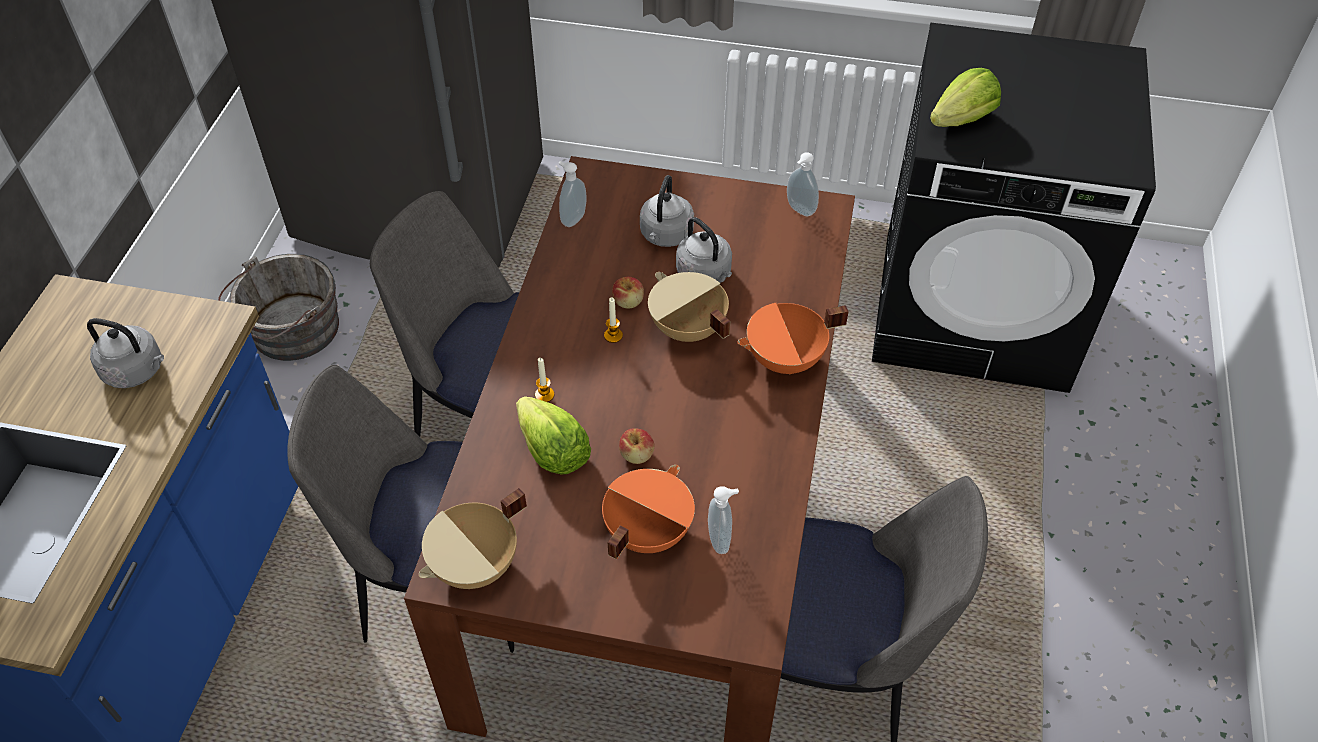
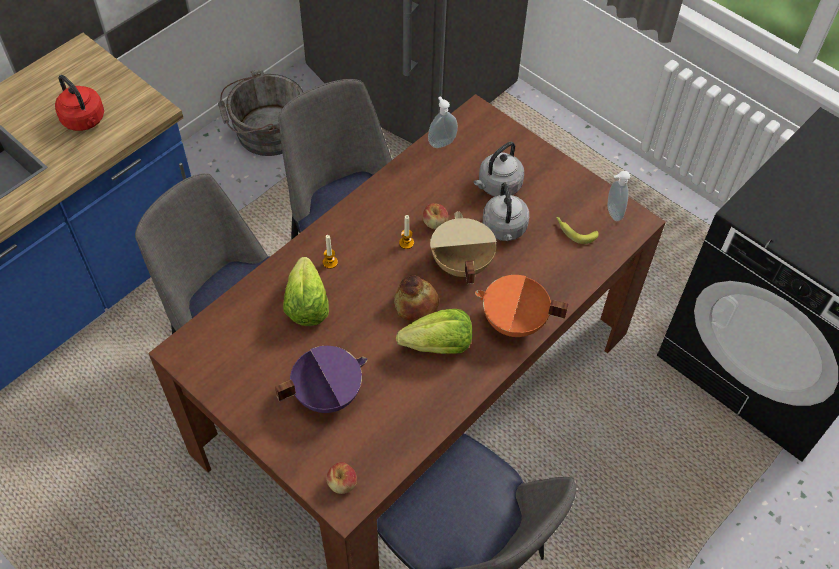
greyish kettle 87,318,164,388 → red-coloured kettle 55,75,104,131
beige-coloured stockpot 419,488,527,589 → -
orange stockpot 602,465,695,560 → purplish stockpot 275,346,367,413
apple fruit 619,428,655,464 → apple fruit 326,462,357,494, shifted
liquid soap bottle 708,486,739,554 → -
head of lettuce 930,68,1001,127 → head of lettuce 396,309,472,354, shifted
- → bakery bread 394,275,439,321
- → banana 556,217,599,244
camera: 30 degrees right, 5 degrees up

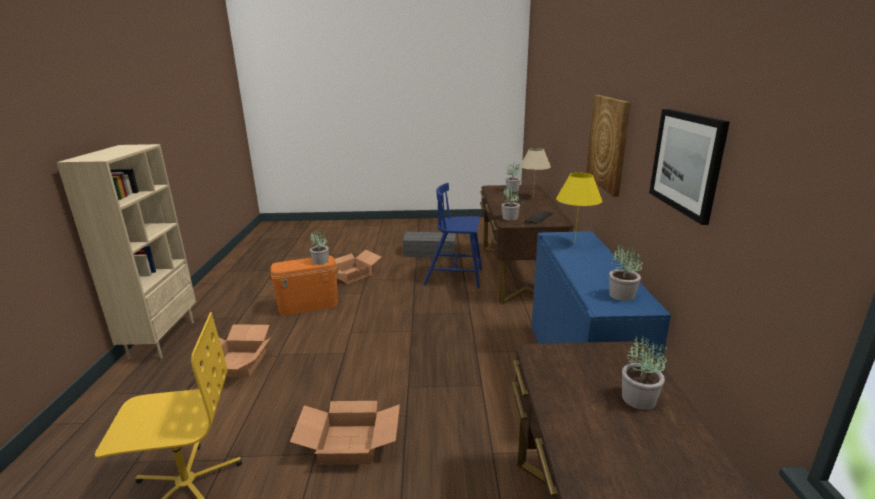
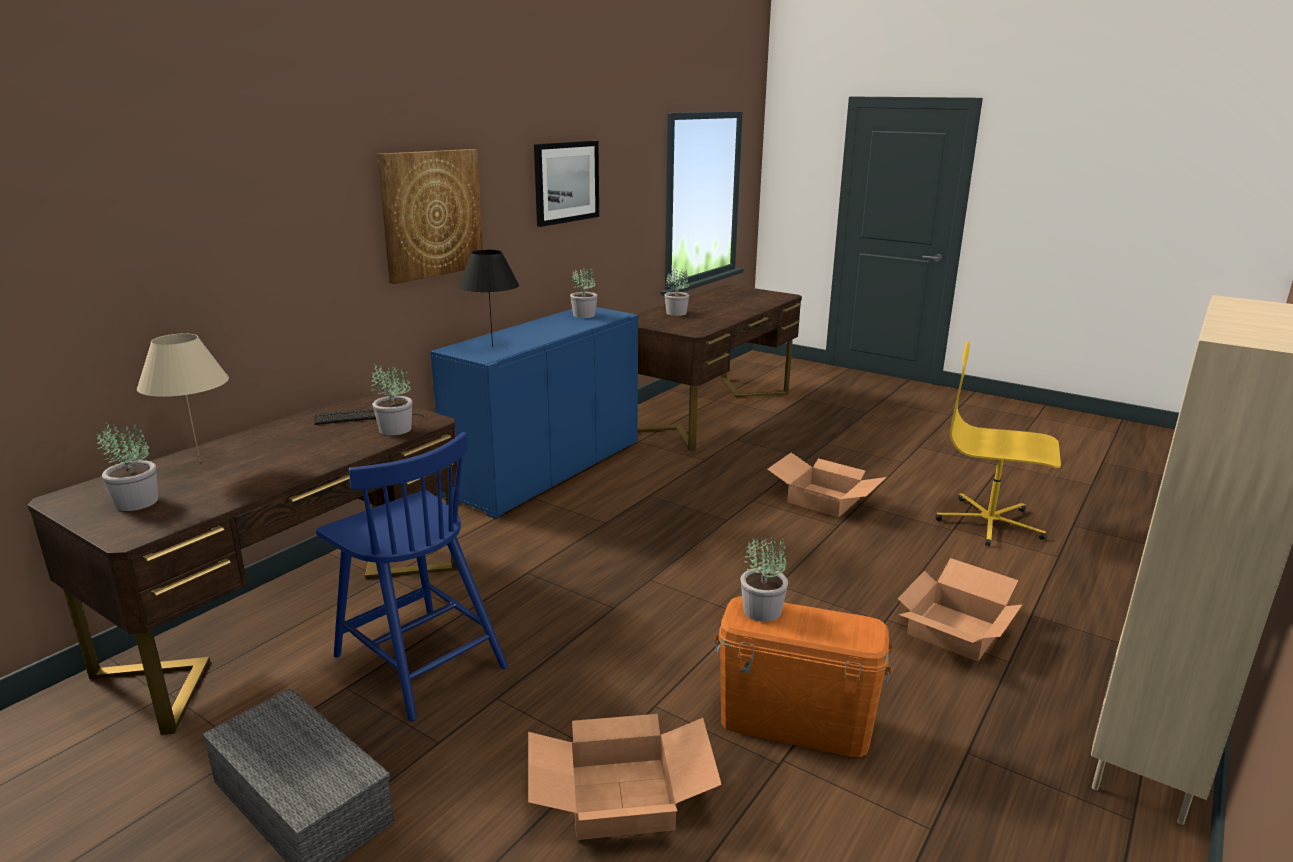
yellowish lamp for a table 556,173,602,239 → black lamp for a table 458,250,519,347
camera: 145 degrees left, 0 degrees up

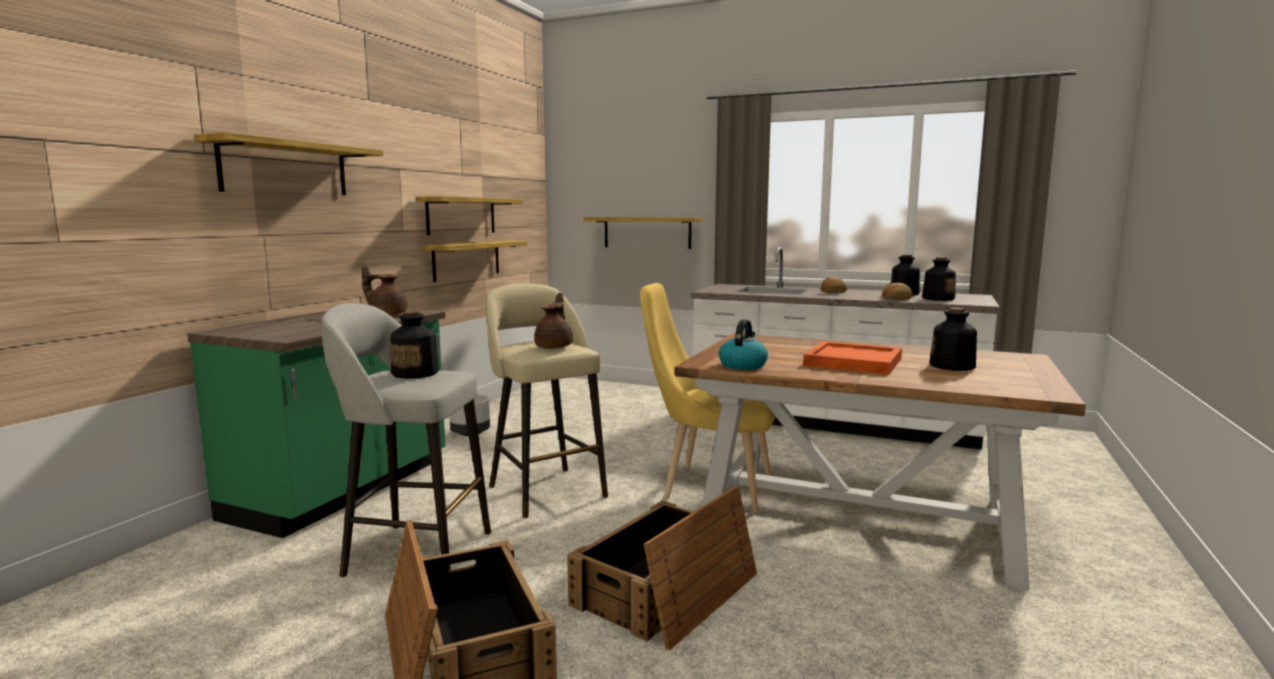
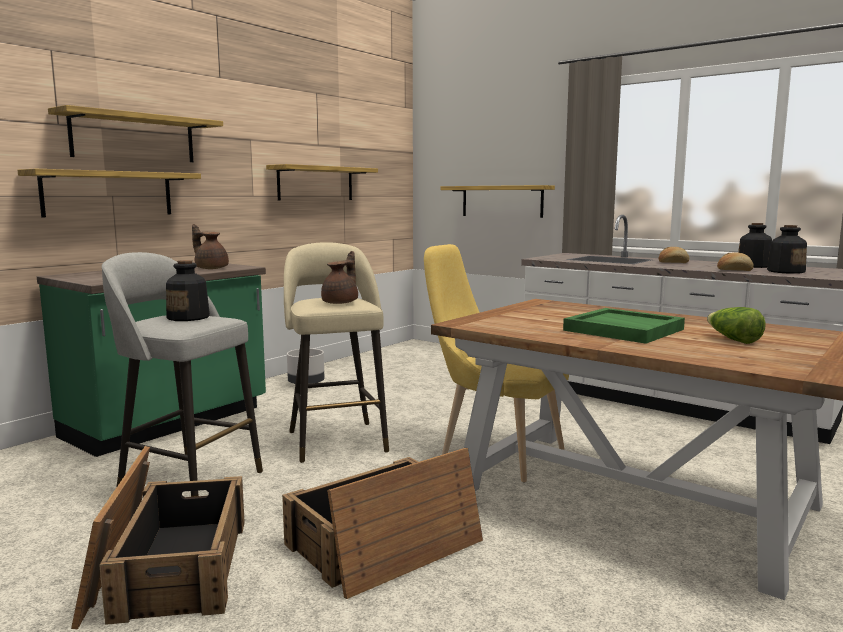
wall shelf 422,241,527,282 → wall shelf 18,169,201,217, shifted
kettle 719,319,768,370 → -
orange serving tray 803,341,902,375 → green-coloured serving tray 563,308,685,344
beverage bottle 929,308,977,371 → head of lettuce 707,307,766,344
camera: 15 degrees right, 0 degrees up

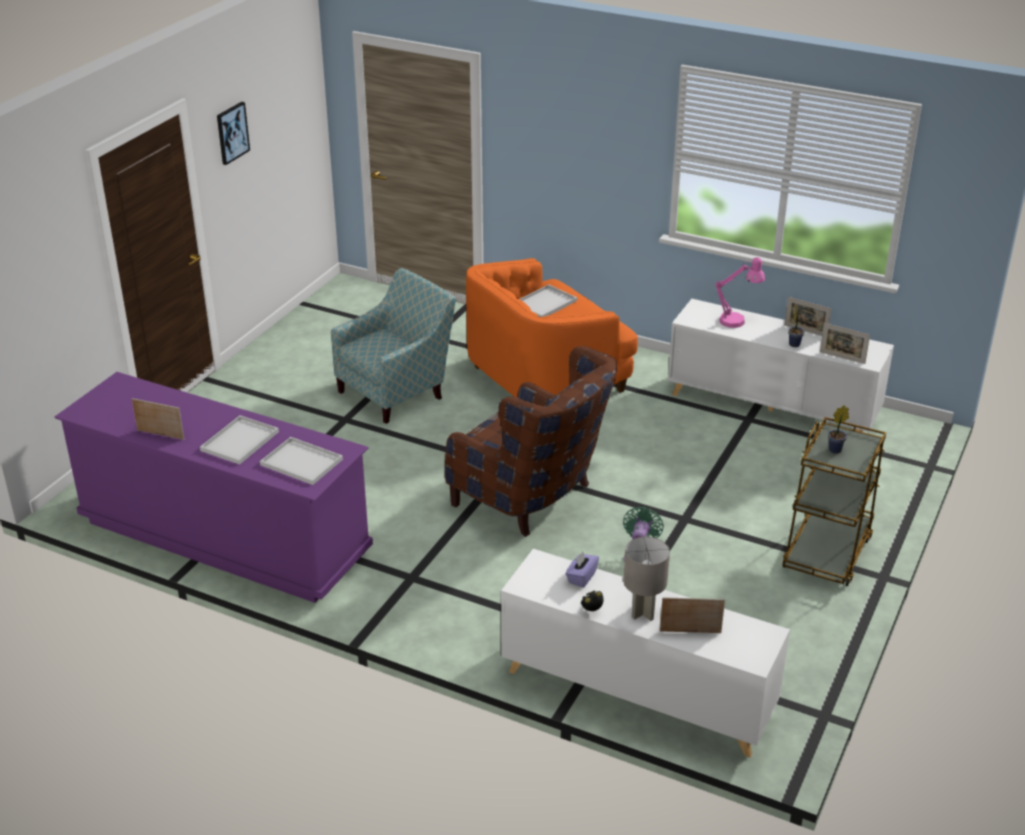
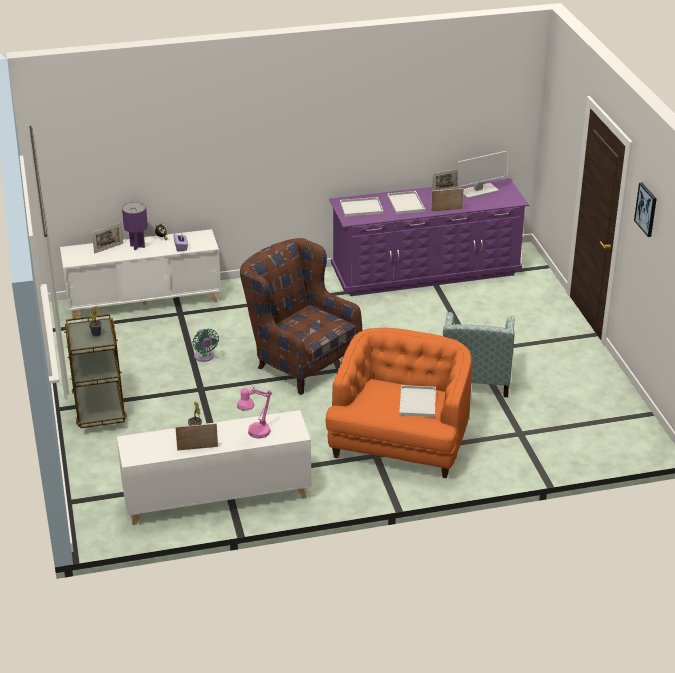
brown-coloured easy chair 445,346,617,537 → brown-coloured easy chair 240,238,362,395, 45 degrees clockwise
greyish lamp for a table 623,537,670,621 → purplish lamp for a table 122,202,148,250
photo frame 820,323,870,364 → photo frame 431,188,464,212, shifted
- → computer screen 457,151,507,199
camera: 140 degrees right, 0 degrees up

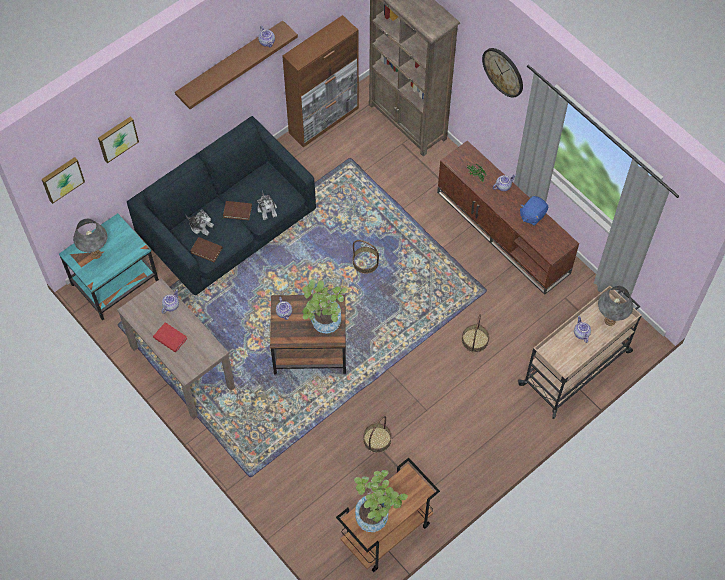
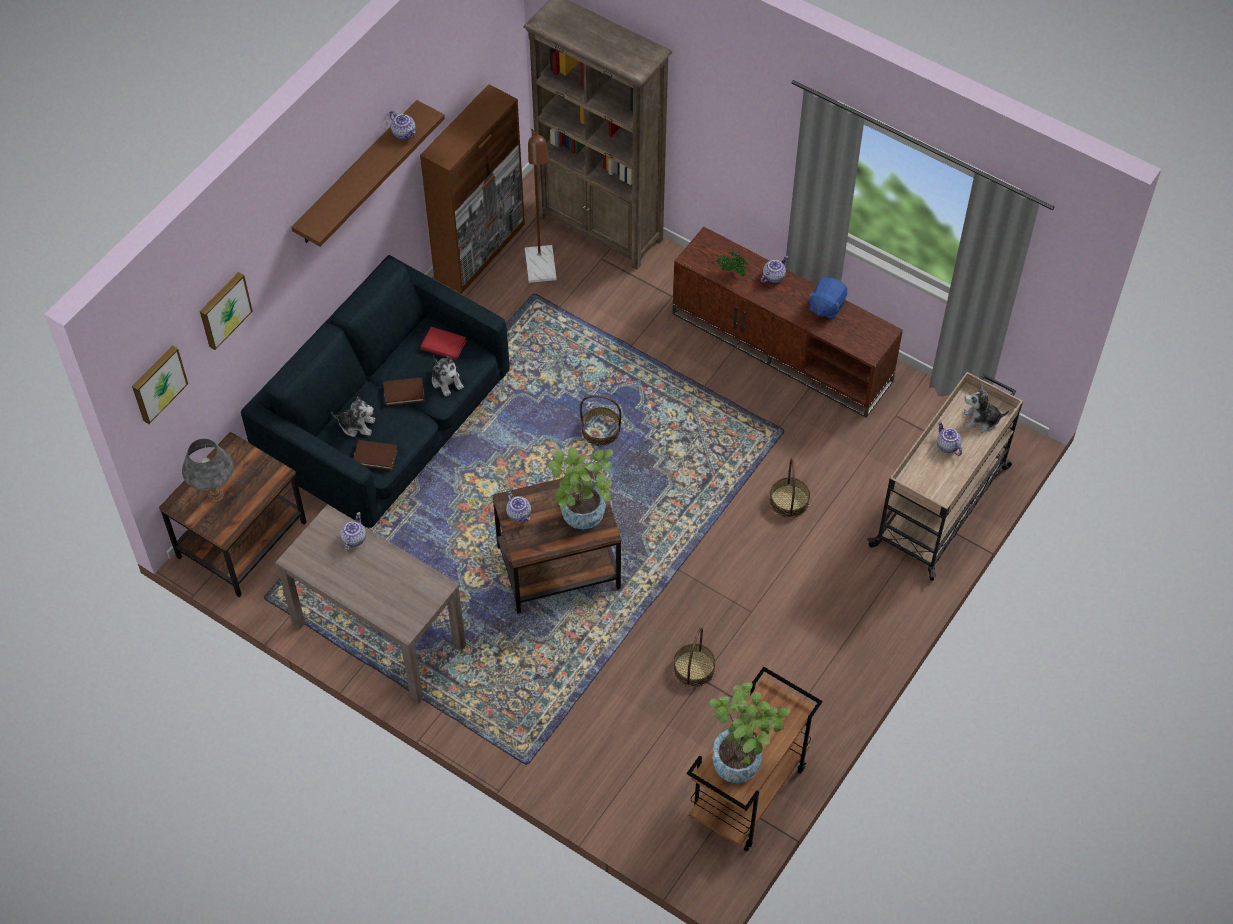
turquoise-coloured accent table 59,213,159,321 → brown-coloured accent table 159,432,306,597
red-coloured volume 153,322,187,353 → red-coloured volume 421,327,467,360, shifted
wall clock 482,48,523,98 → -
greyish lamp for a table 598,286,633,326 → cuddly toy 964,384,1009,432
- → brown-coloured standing lamp 525,127,557,283
camera: 15 degrees left, 5 degrees down

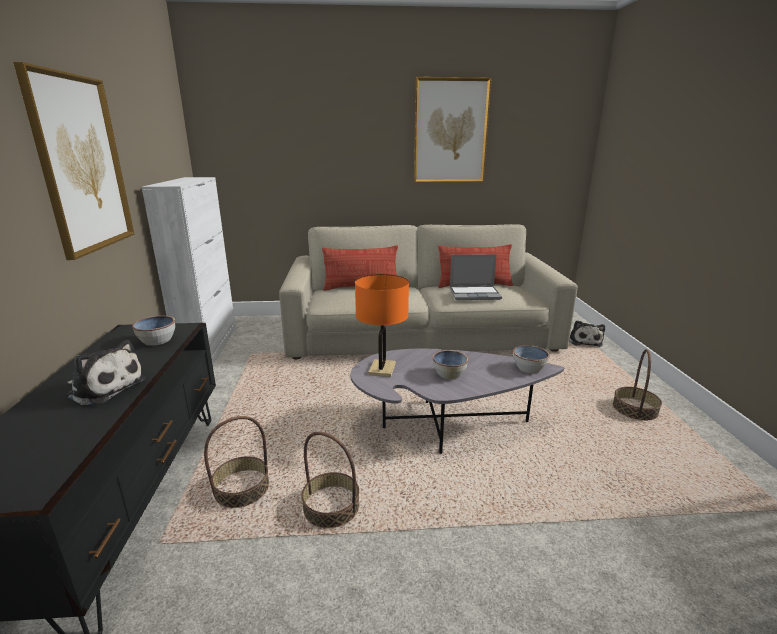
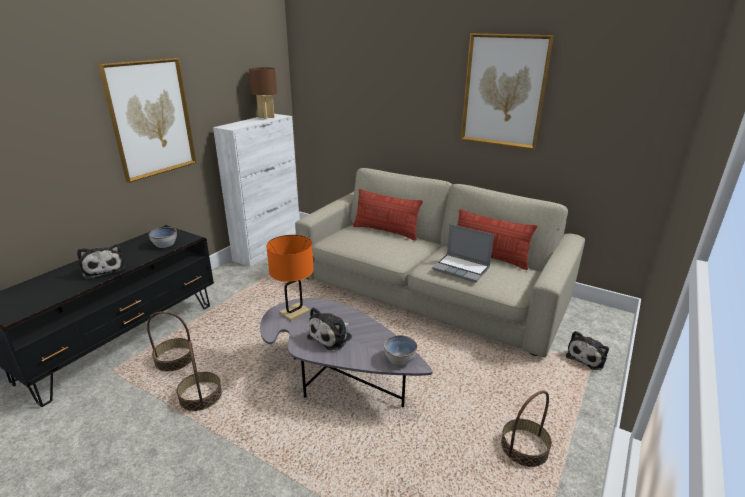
bowl 433,350,468,379 → cuddly toy 307,307,352,351
- → brown-coloured lamp for a table 249,67,277,119
camera: 35 degrees right, 5 degrees up

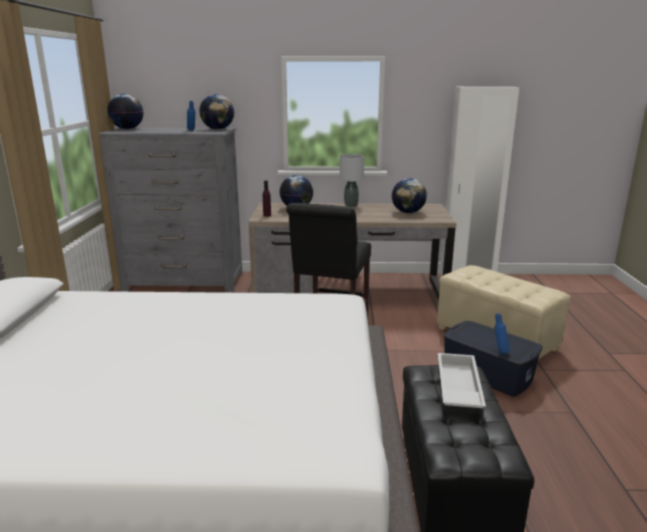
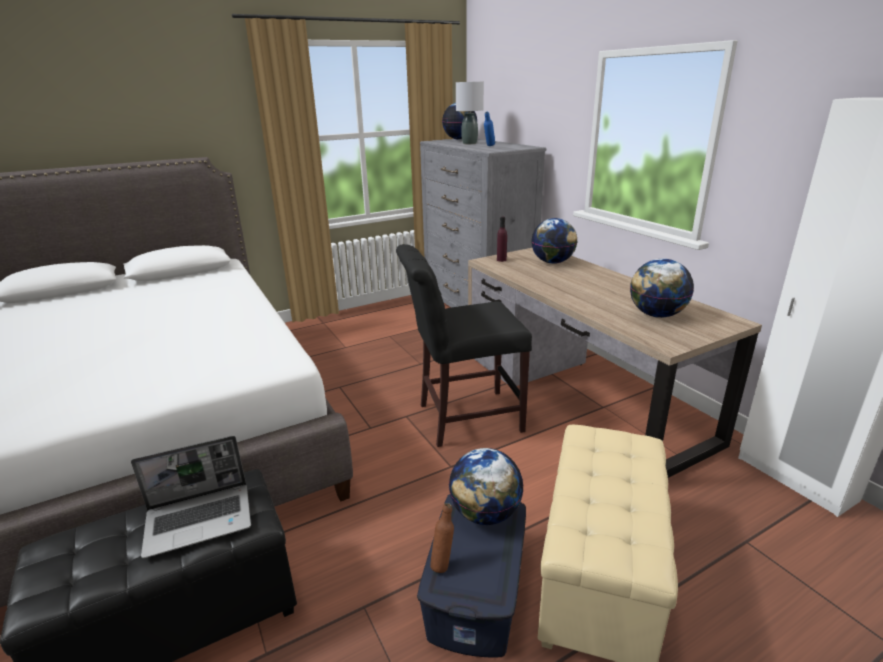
globe 200,94,234,129 → globe 449,448,524,525, shifted
greyish lamp for a table 340,154,364,207 → greyish lamp for a table 456,82,484,144, shifted
whitish serving tray 438,353,486,408 → notebook computer 131,436,251,559
blue beverage bottle 494,313,510,354 → brown-coloured beverage bottle 430,503,454,573
camera: 60 degrees right, 5 degrees up

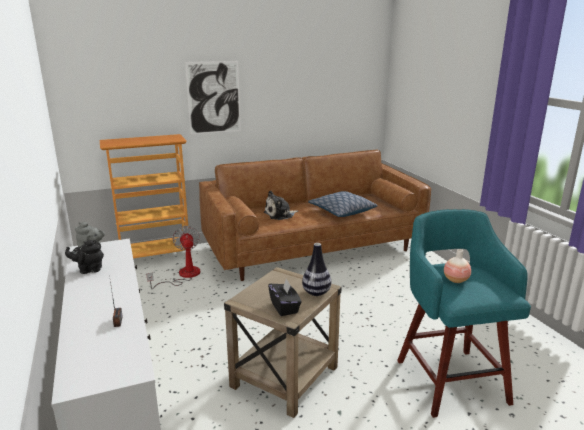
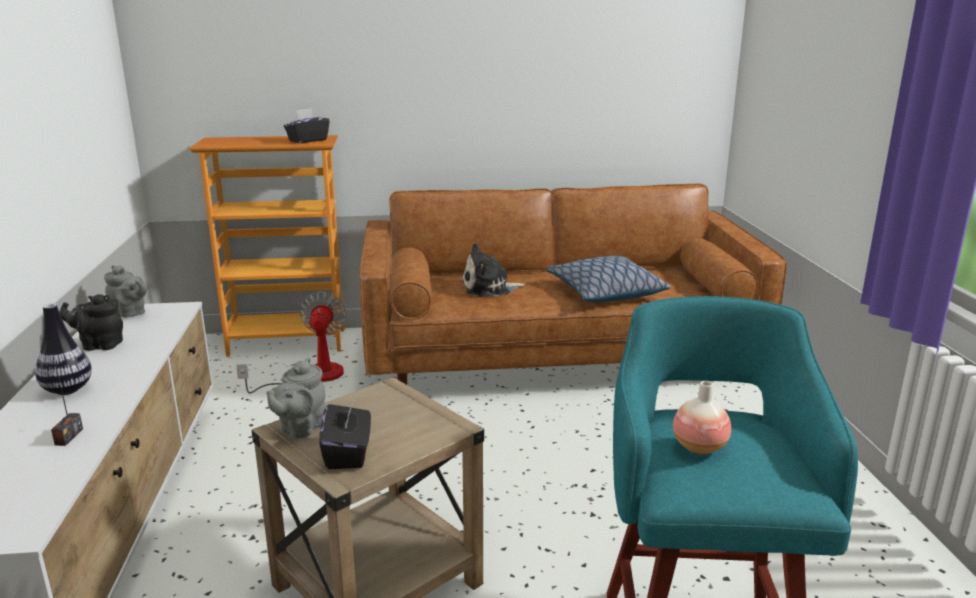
wall picture 185,61,241,135 → -
flower vase 302,243,331,296 → flower vase 35,303,92,395, shifted
- → greyish teapot 266,358,325,438
- → black box of tissues 284,108,330,143
camera: 15 degrees right, 0 degrees up

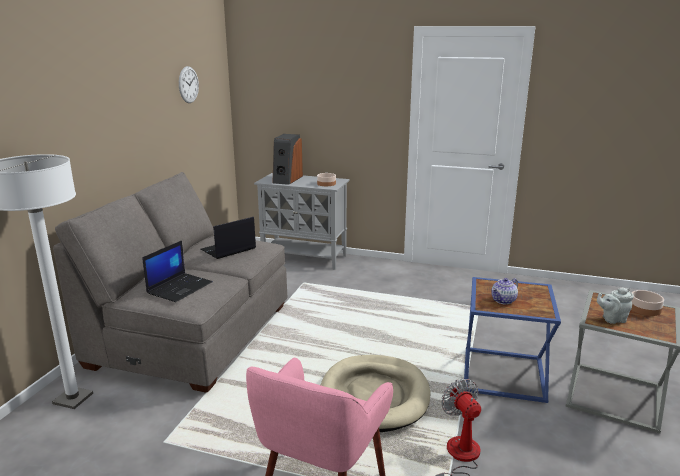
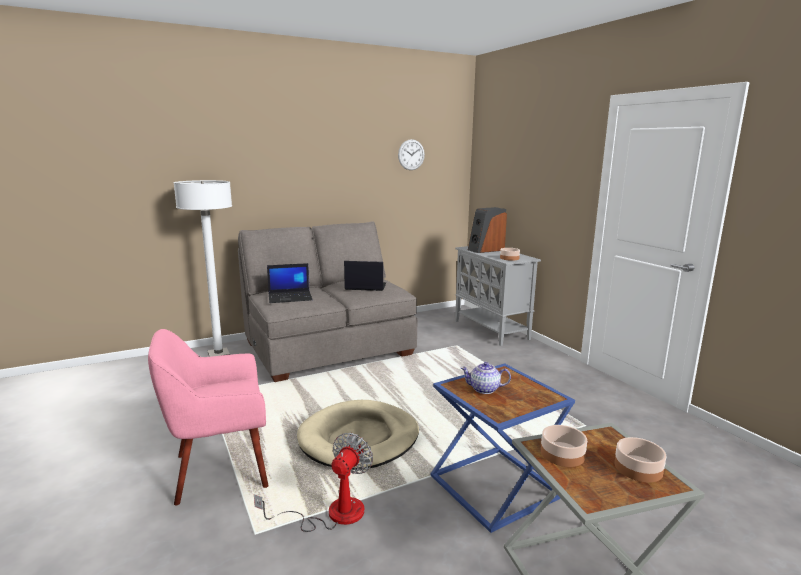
greyish teapot 597,288,634,324 → bowl 541,425,587,467
camera: 45 degrees right, 5 degrees down

